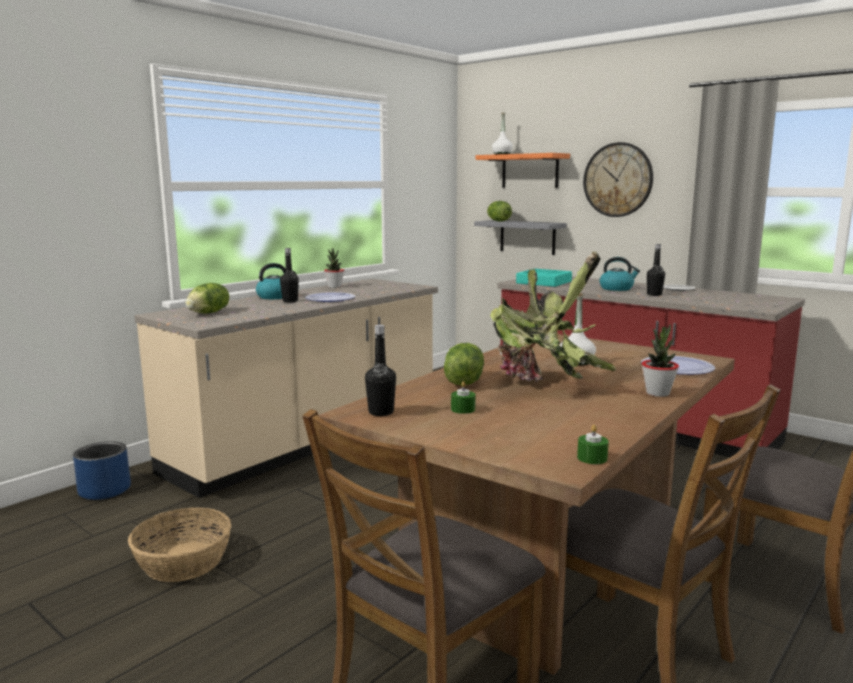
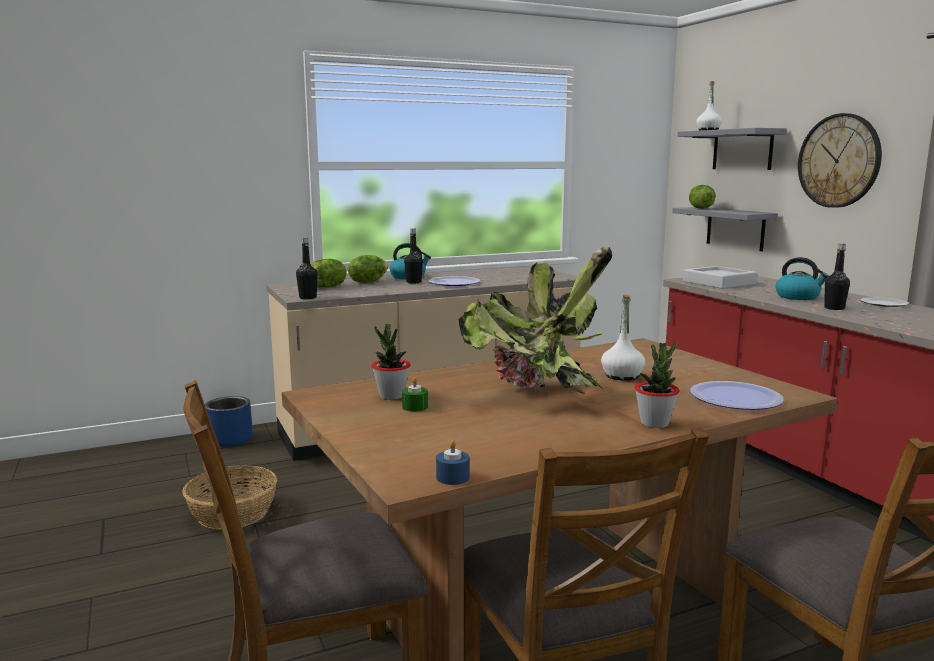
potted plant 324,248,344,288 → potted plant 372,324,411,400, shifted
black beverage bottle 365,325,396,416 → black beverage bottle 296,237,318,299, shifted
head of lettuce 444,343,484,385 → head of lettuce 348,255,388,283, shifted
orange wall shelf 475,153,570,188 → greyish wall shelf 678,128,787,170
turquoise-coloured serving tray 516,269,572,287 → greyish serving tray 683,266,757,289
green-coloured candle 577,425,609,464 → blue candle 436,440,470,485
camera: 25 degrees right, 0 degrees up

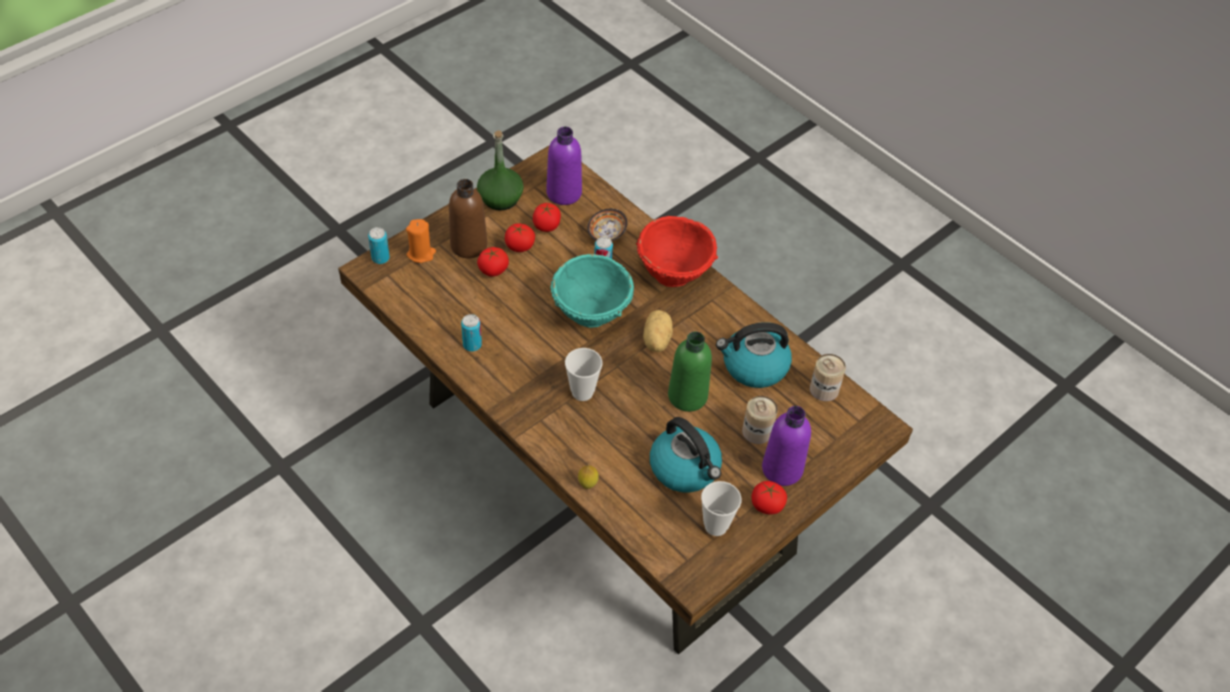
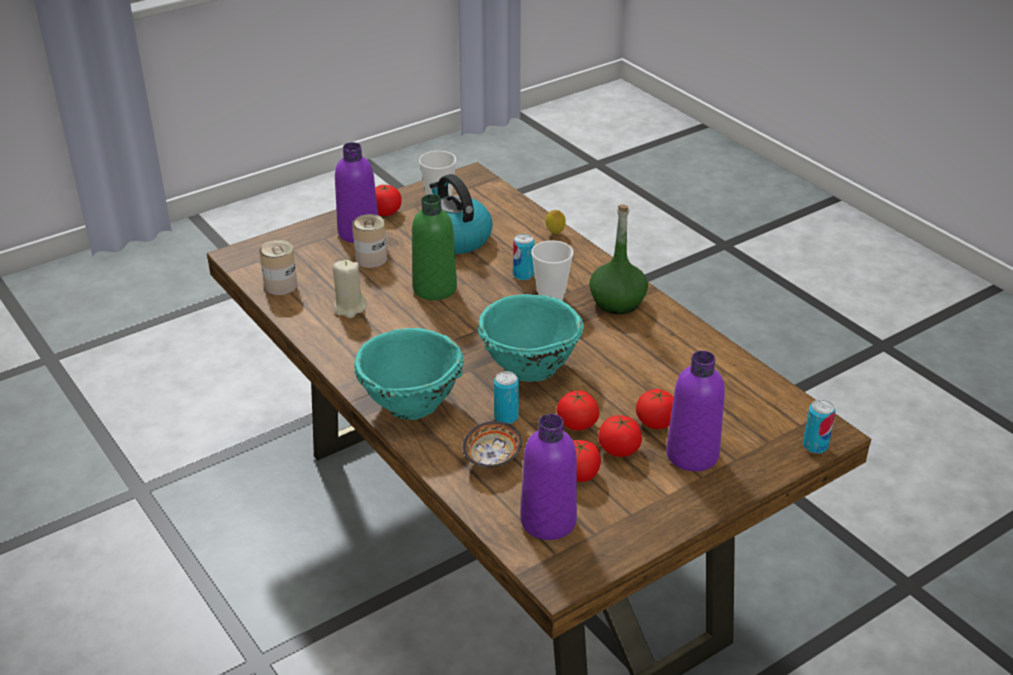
orange candle 406,219,436,263 → -
brown-coloured beverage bottle 449,179,487,258 → purplish beverage bottle 666,351,725,471
can 461,314,482,352 → can 513,234,535,280, shifted
green-coloured beverage bottle 477,130,524,211 → green-coloured beverage bottle 589,204,648,314, shifted
red-coloured bowl 636,216,718,287 → turquoise-coloured bowl 354,328,464,420
spud 643,310,673,352 → -
kettle 716,322,792,388 → beige-coloured candle 333,260,367,318
- → tomato 557,390,599,431
camera: 170 degrees left, 15 degrees down

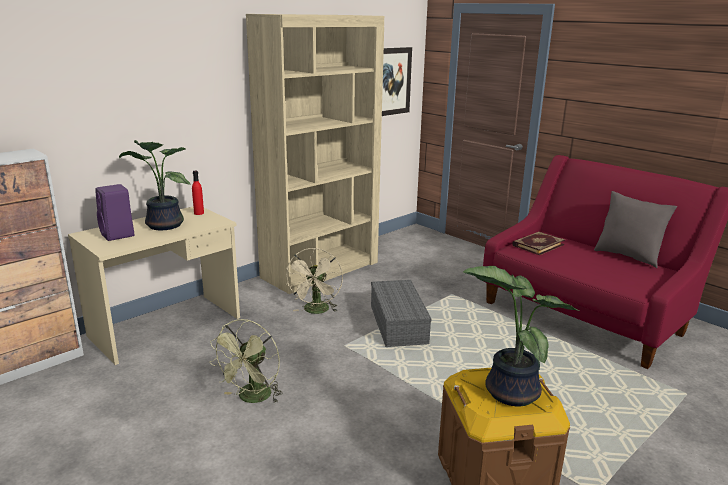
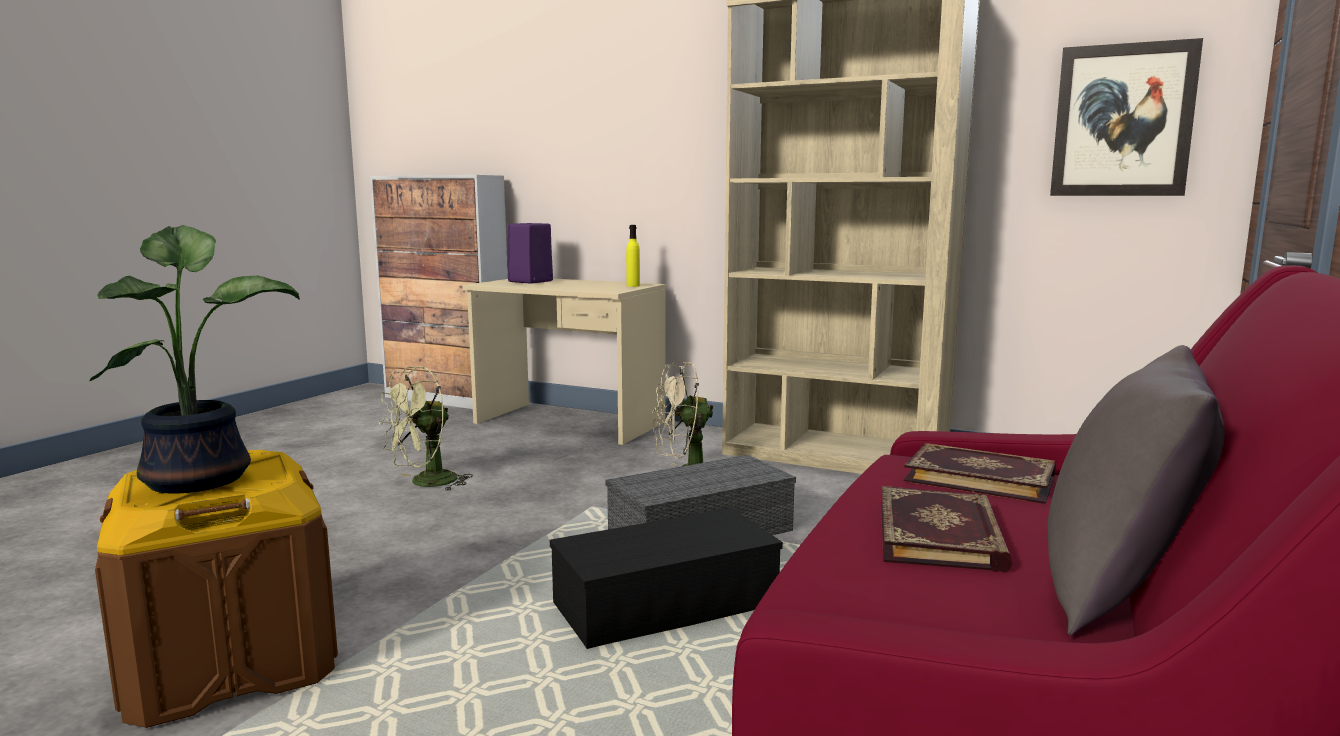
potted plant 119,140,191,230 → -
red-coloured beverage bottle 192,171,204,215 → yellowish beverage bottle 626,225,640,287
green-coloured fan 209,319,283,404 → green-coloured fan 378,366,472,490, 45 degrees counterclockwise
- → black storage box 550,508,783,649
- → volume 881,486,1012,573
camera: 70 degrees right, 10 degrees down

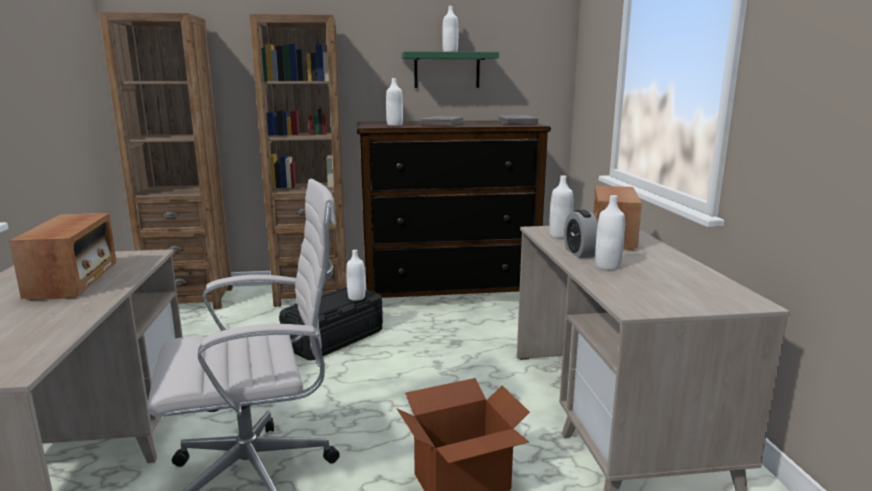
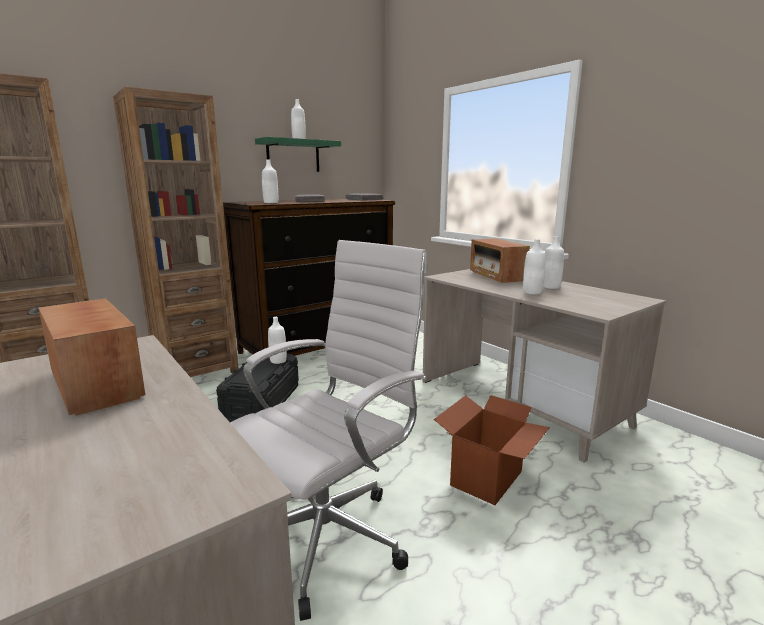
whitish beverage bottle 549,175,573,238 → whitish beverage bottle 543,236,564,289, shifted
table clock 564,210,598,258 → -
camera: 30 degrees left, 0 degrees up

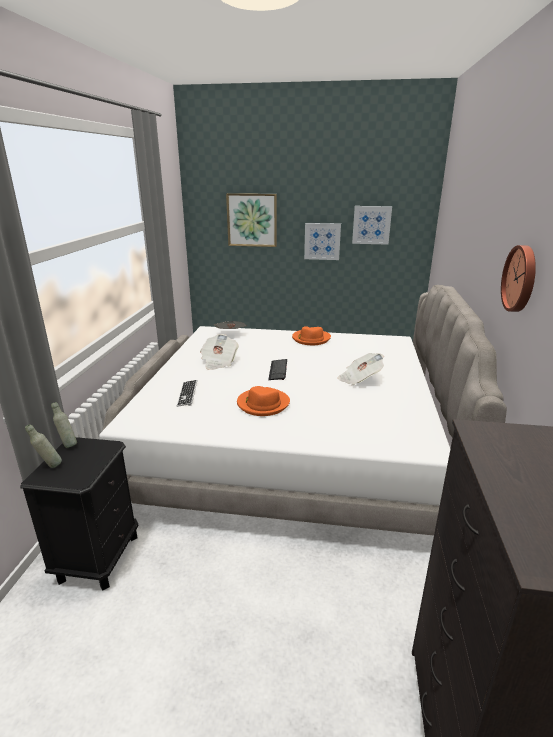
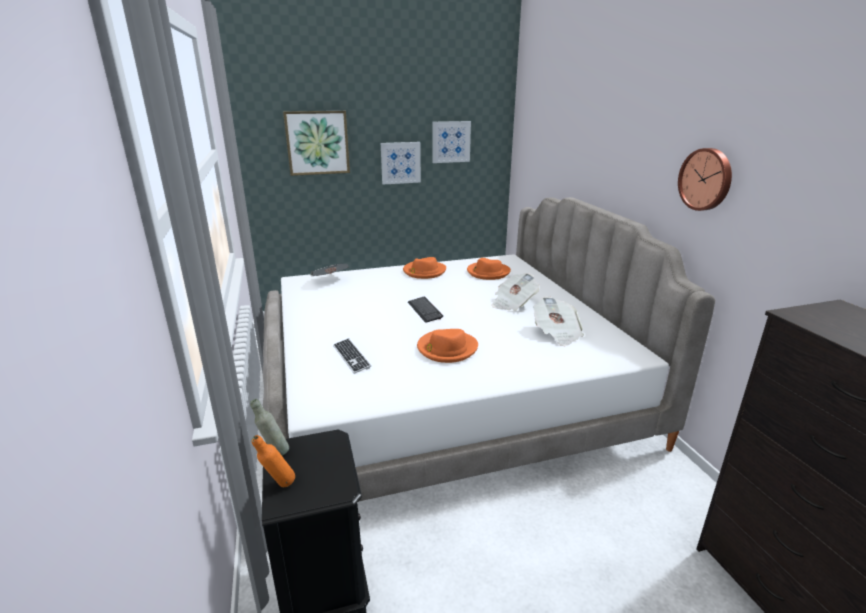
greyish beverage bottle 25,424,62,468 → orange beverage bottle 251,435,295,487
printed paper 200,334,239,370 → printed paper 533,296,584,347, shifted
- → orange hat 467,258,511,280
camera: 25 degrees left, 0 degrees up

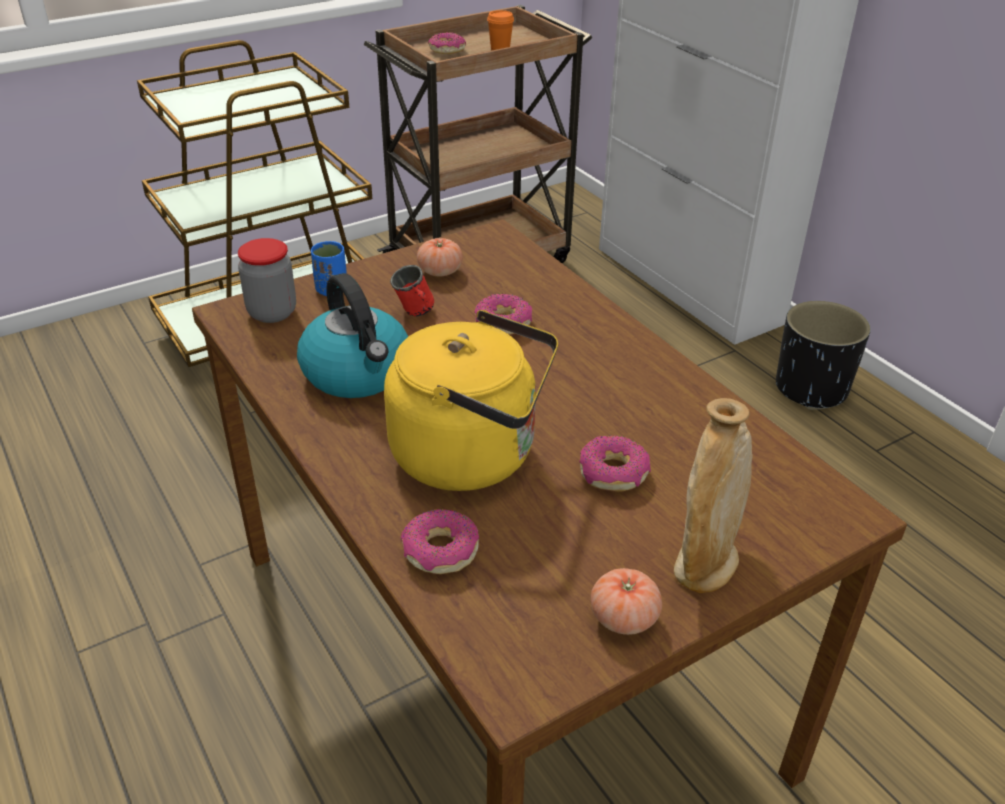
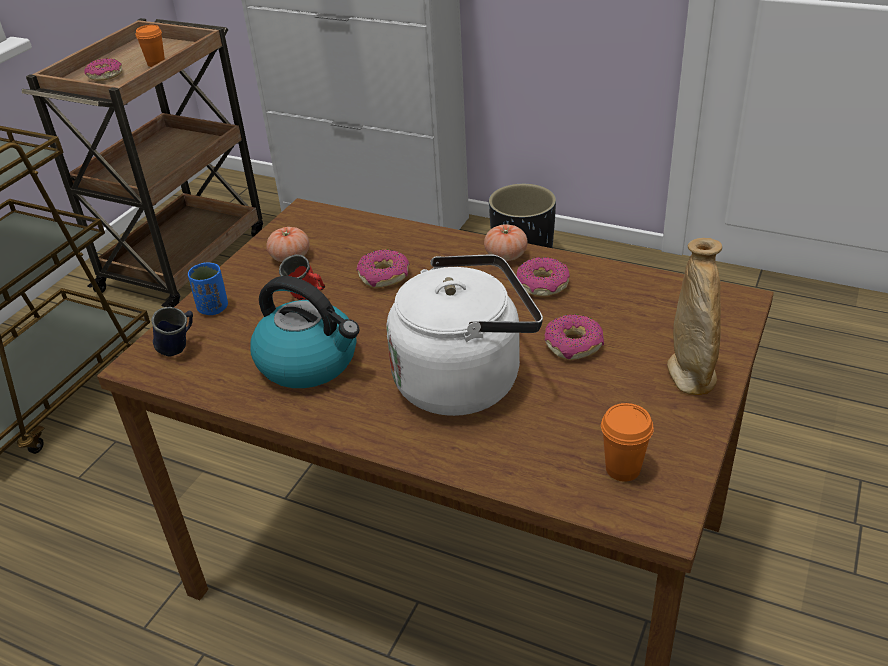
jar 238,238,296,323 → blue mug 151,307,193,357
yellowish kettle 384,310,558,491 → whitish kettle 386,255,543,416
donut 401,509,479,574 → donut 517,257,570,296, shifted
tomato 591,568,662,635 → tomato 484,224,528,261, shifted
- → orange small cup 601,403,654,482
camera: 30 degrees left, 0 degrees up

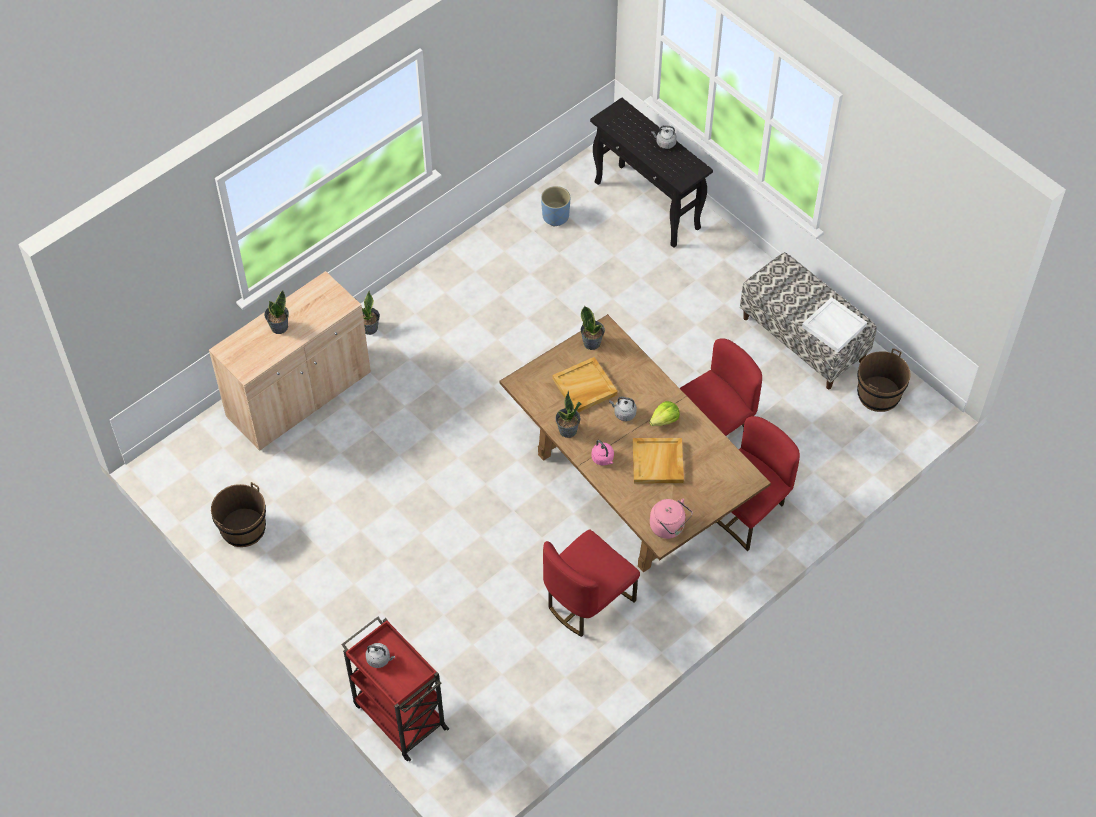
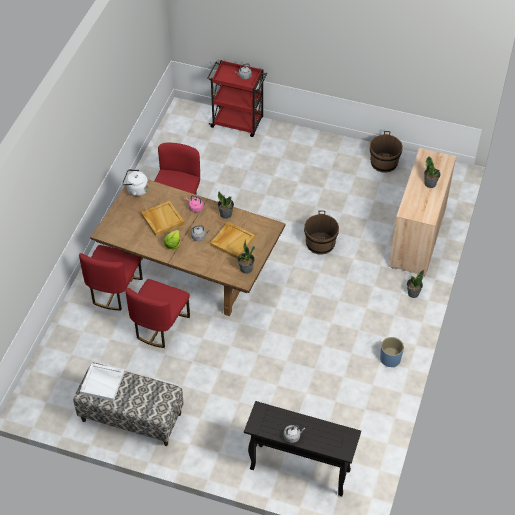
blue plant pot 541,186,570,226 → blue plant pot 380,337,404,367, shifted
pink-coloured kettle 650,498,693,539 → whitish kettle 122,169,149,196
brown-coloured bucket 857,348,911,412 → brown-coloured bucket 304,210,339,255, shifted
camera: 150 degrees right, 5 degrees down

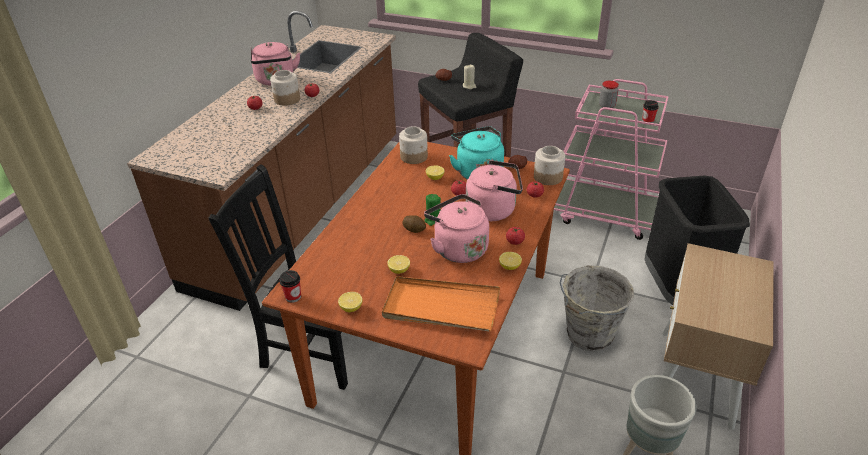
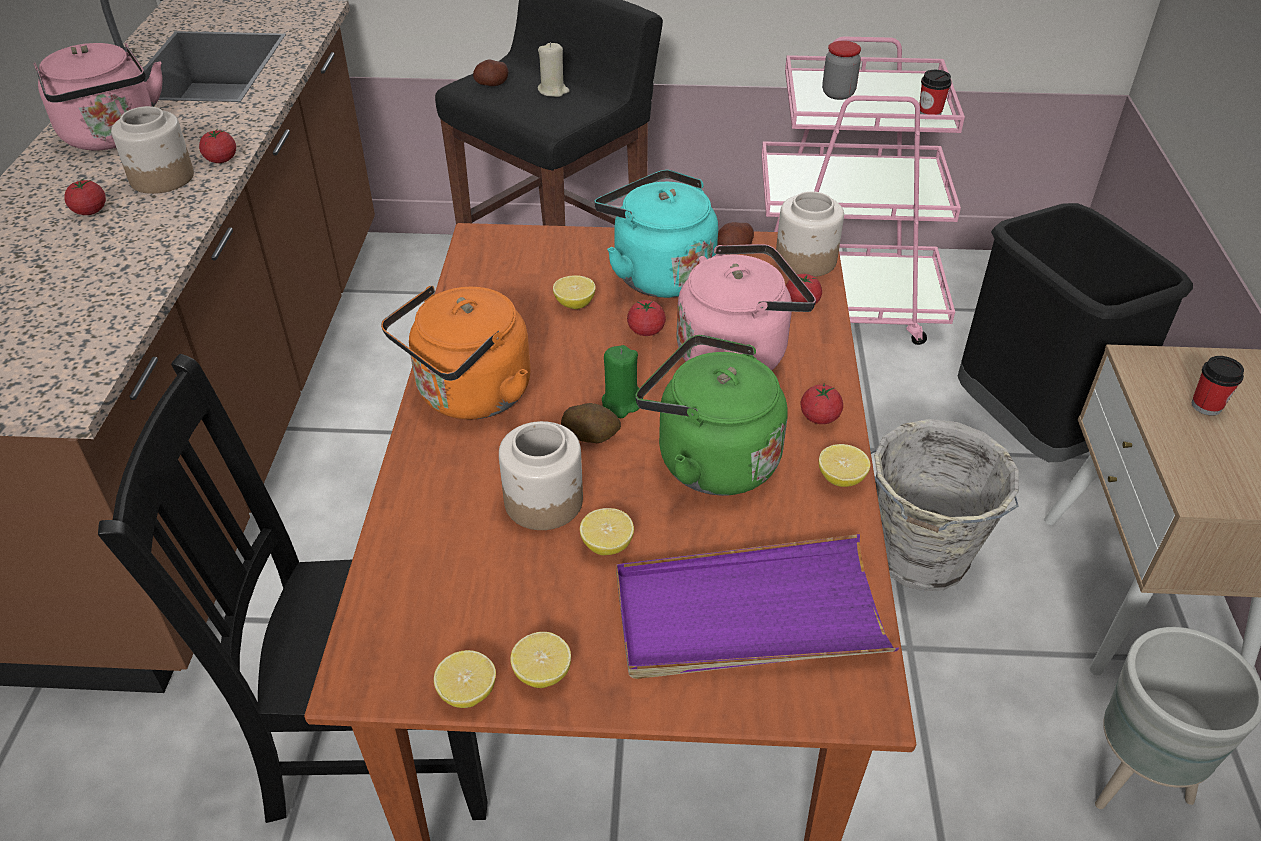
small cup 279,270,301,303 → small cup 1192,356,1244,416, shifted
orange serving tray 382,276,500,332 → purplish serving tray 616,534,899,679
jar 399,126,428,164 → jar 499,421,583,530, shifted
pink-coloured kettle 424,194,489,263 → green-coloured kettle 635,335,788,496
- → orange kettle 381,286,531,420
- → whole lemon 434,650,496,708
camera: 20 degrees left, 5 degrees up

